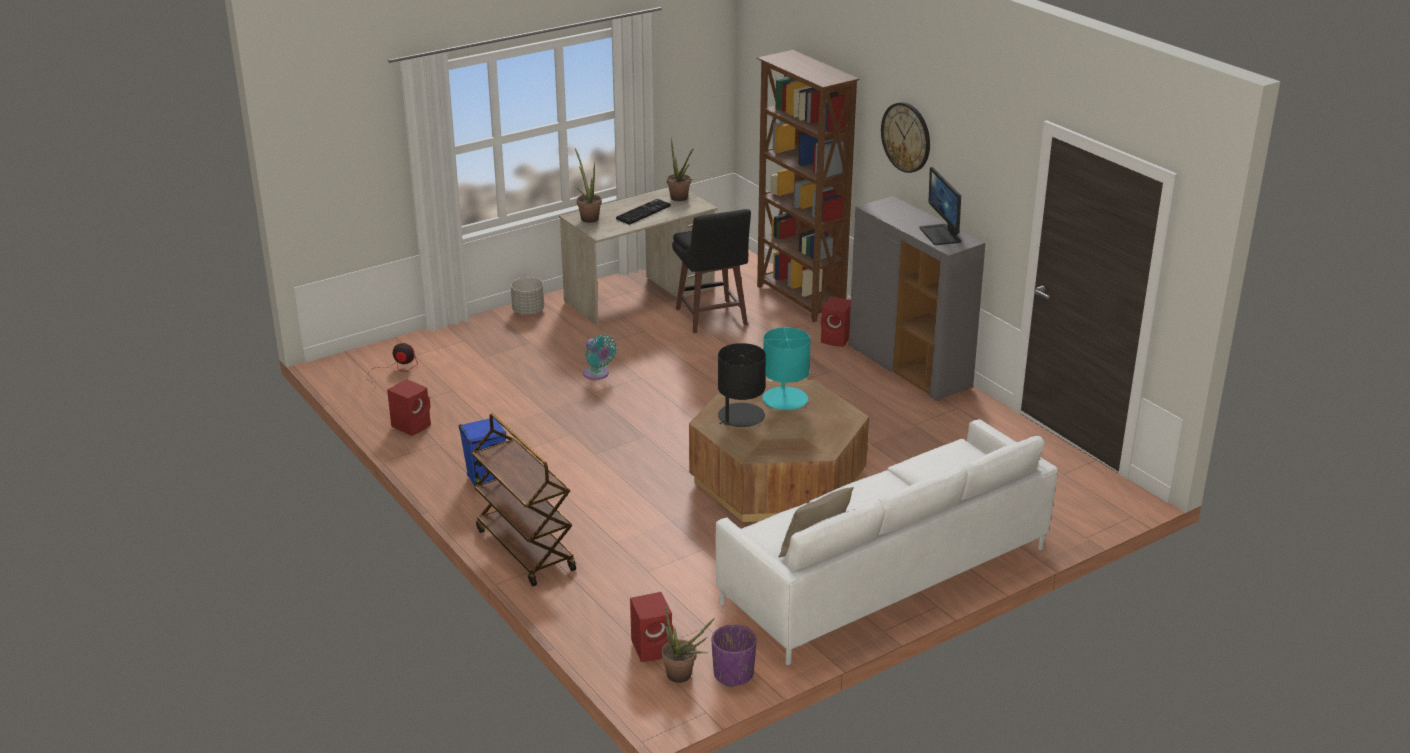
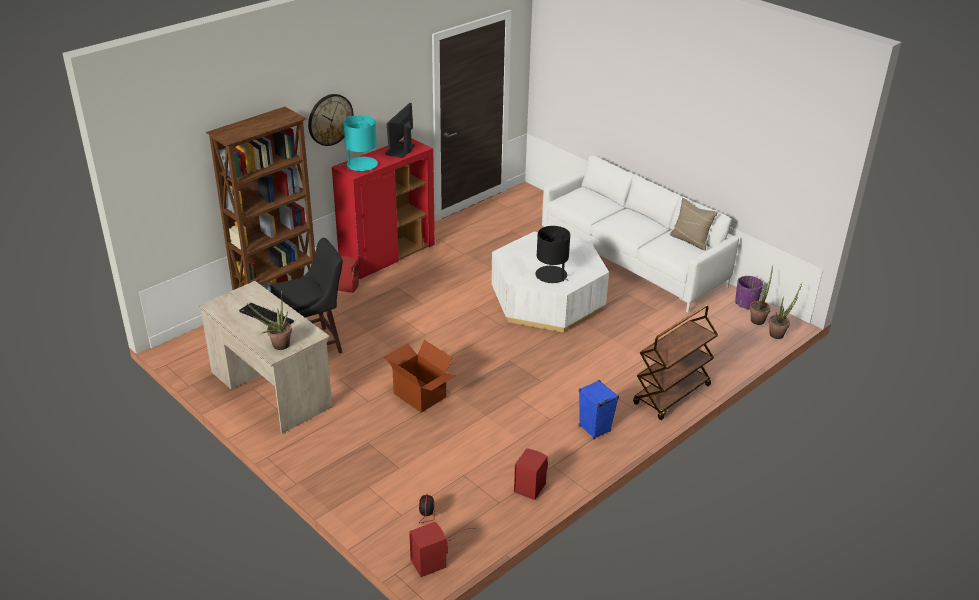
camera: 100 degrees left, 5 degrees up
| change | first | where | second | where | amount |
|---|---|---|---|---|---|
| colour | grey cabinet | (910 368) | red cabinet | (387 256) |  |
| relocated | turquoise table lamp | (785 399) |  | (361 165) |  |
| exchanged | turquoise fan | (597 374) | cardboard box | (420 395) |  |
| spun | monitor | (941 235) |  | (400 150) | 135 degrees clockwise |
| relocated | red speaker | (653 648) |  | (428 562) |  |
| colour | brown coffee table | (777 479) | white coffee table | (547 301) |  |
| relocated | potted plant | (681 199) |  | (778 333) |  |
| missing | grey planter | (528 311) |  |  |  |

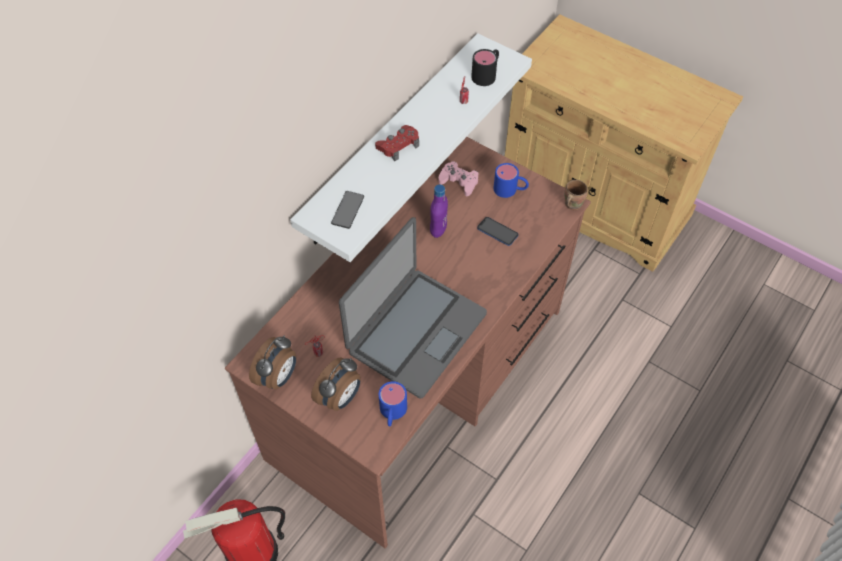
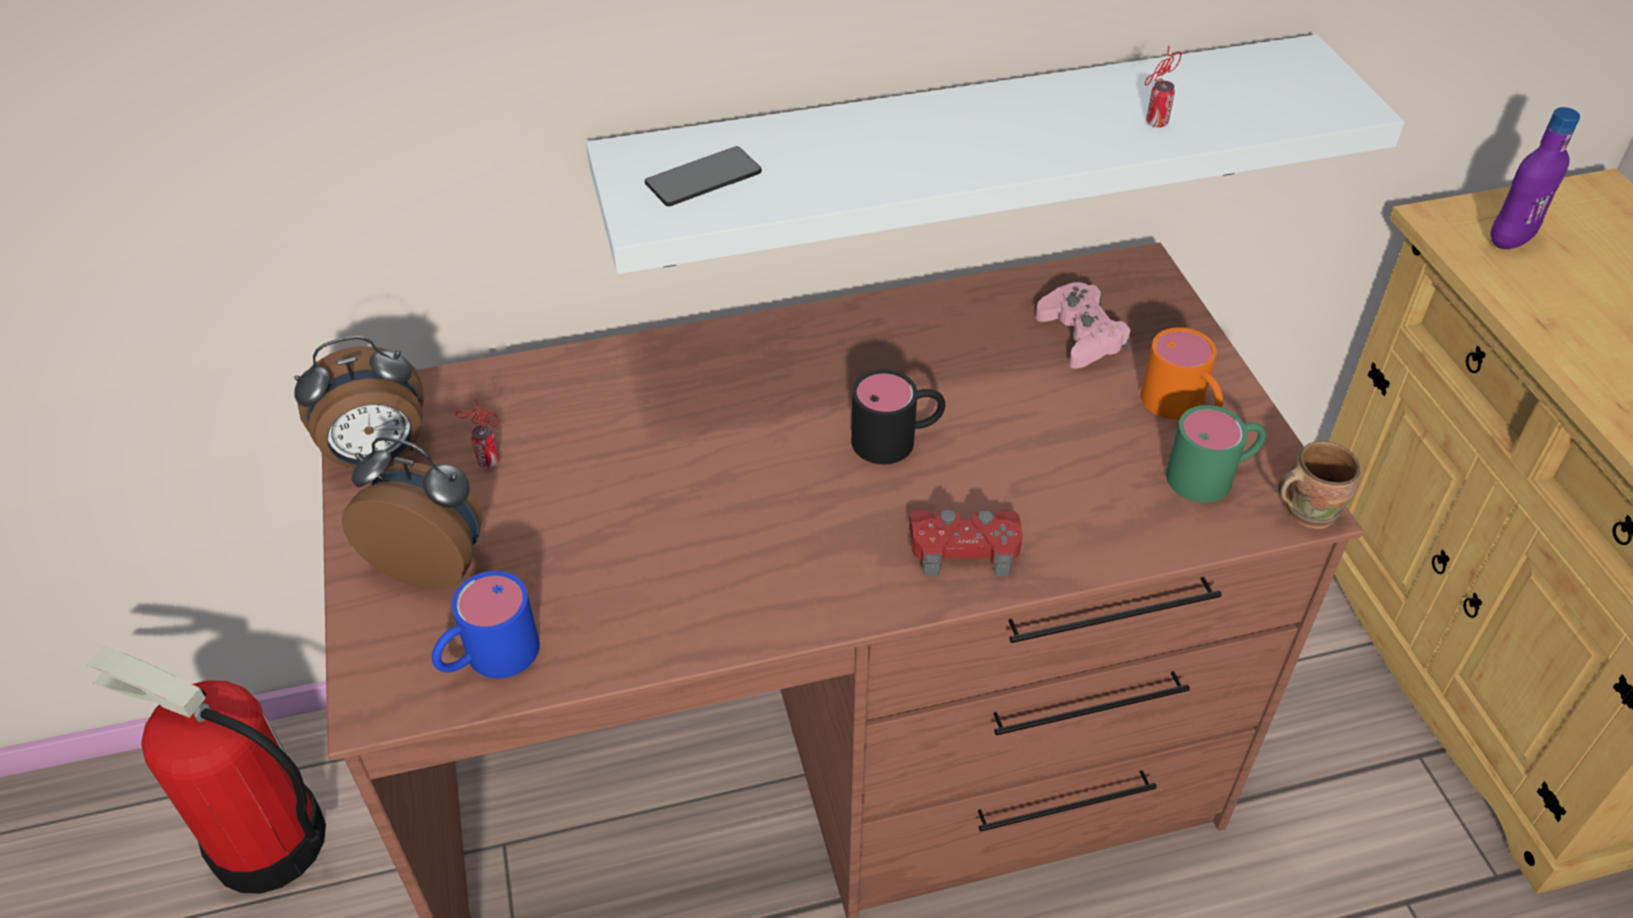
camera: 40 degrees right, 10 degrees down
| change | first | where | second | where | amount |
|---|---|---|---|---|---|
| spun | alarm clock | (340 398) |  | (433 562) | 150 degrees counterclockwise |
| relocated | black mug | (487 74) |  | (897 439) |  |
| relocated | red game controller | (398 146) |  | (964 548) |  |
| colour | blue mug | (510 190) | orange mug | (1181 407) |  |
| appeared |  |  | green mug | (1213 474) |  |
| relocated | purple bottle | (438 230) |  | (1510 240) |  |
| missing | laptop | (415 332) |  |  |  |
| missing | phone | (497 232) |  |  |  |

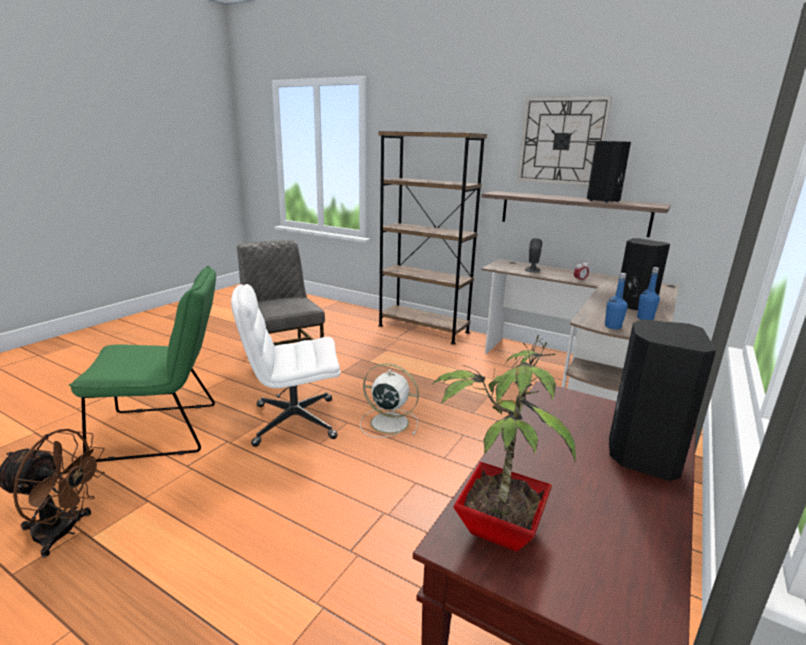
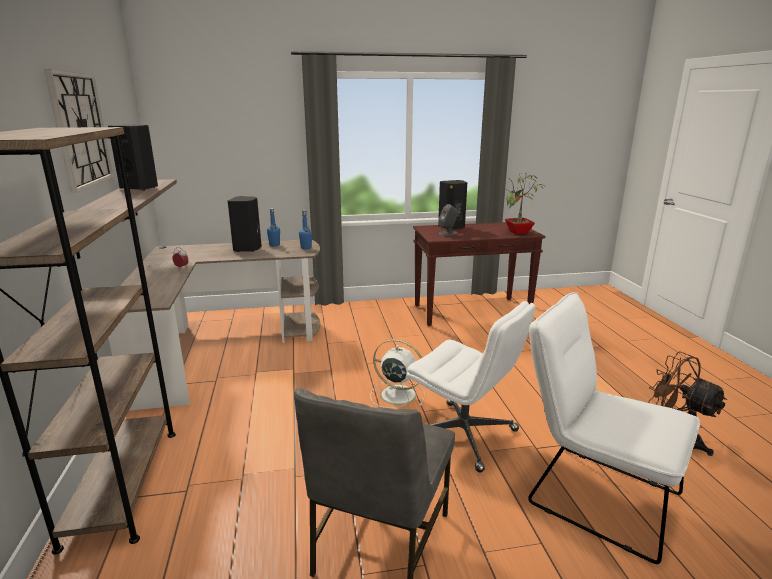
camera: 130 degrees left, 0 degrees up
| change | first | where | second | where | amount |
|---|---|---|---|---|---|
| spun | white fan | (388 422) |  | (396 394) | 135 degrees clockwise |
| relocated | grey speaker | (532 270) |  | (448 233) |  |
| colour | green chair | (166 431) | white chair | (593 494) |  |

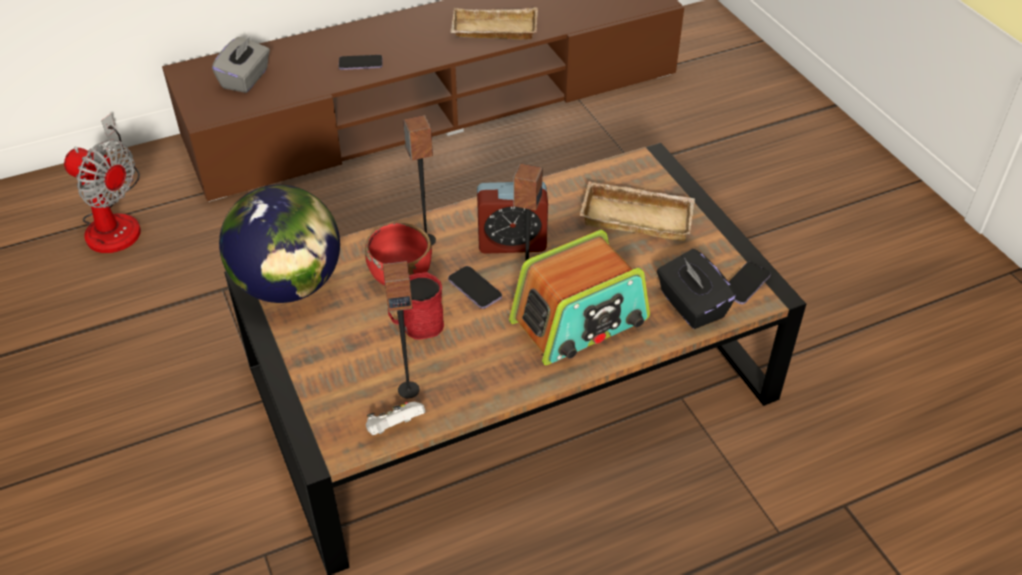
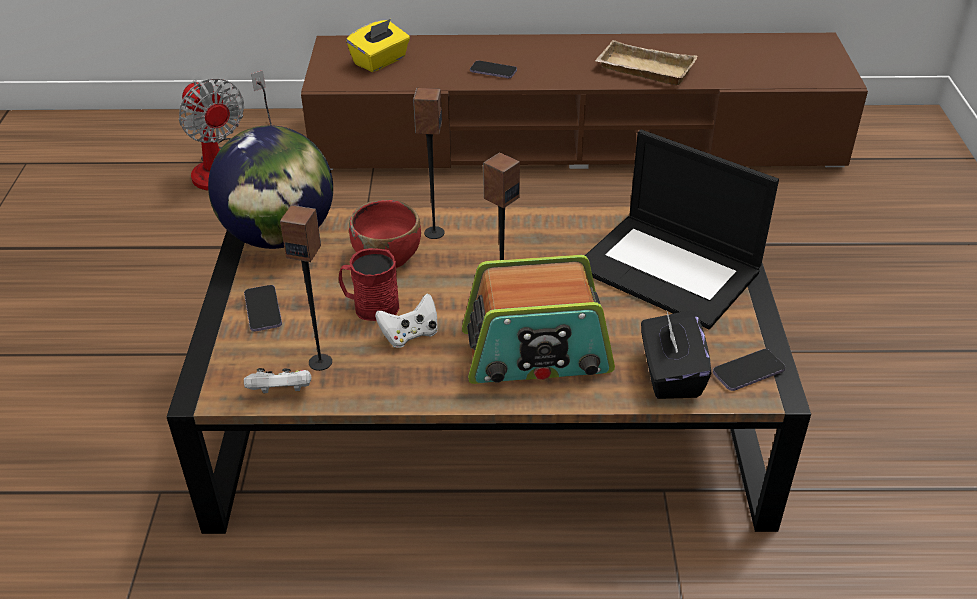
camera: 25 degrees right, 5 degrees down
| change | first | where | second | where | amount |
|---|---|---|---|---|---|
| relocated | phone | (475 289) |  | (263 310) |  |
| colour | grey tissue box | (246 79) | yellow tissue box | (380 61) |  |
| appeared |  |  | white game controller | (410 335) |  |
| exchanged | beige tray | (638 216) | laptop | (670 270) |  |
| missing | alarm clock | (512 242) |  |  |  |

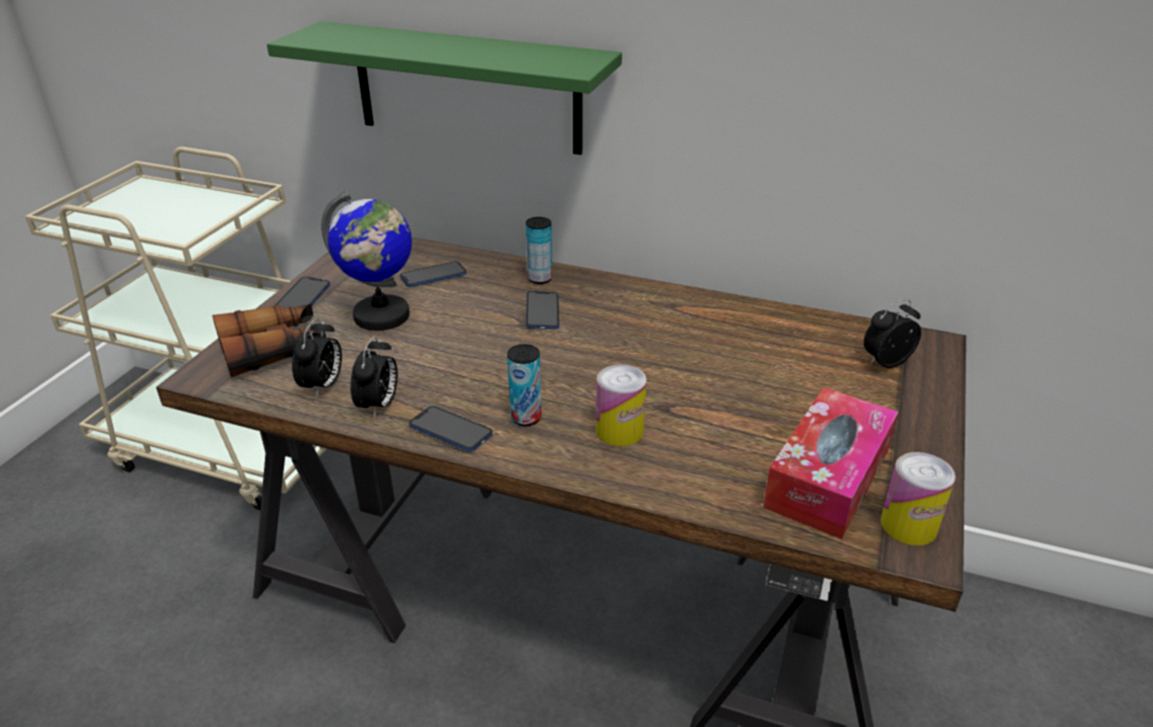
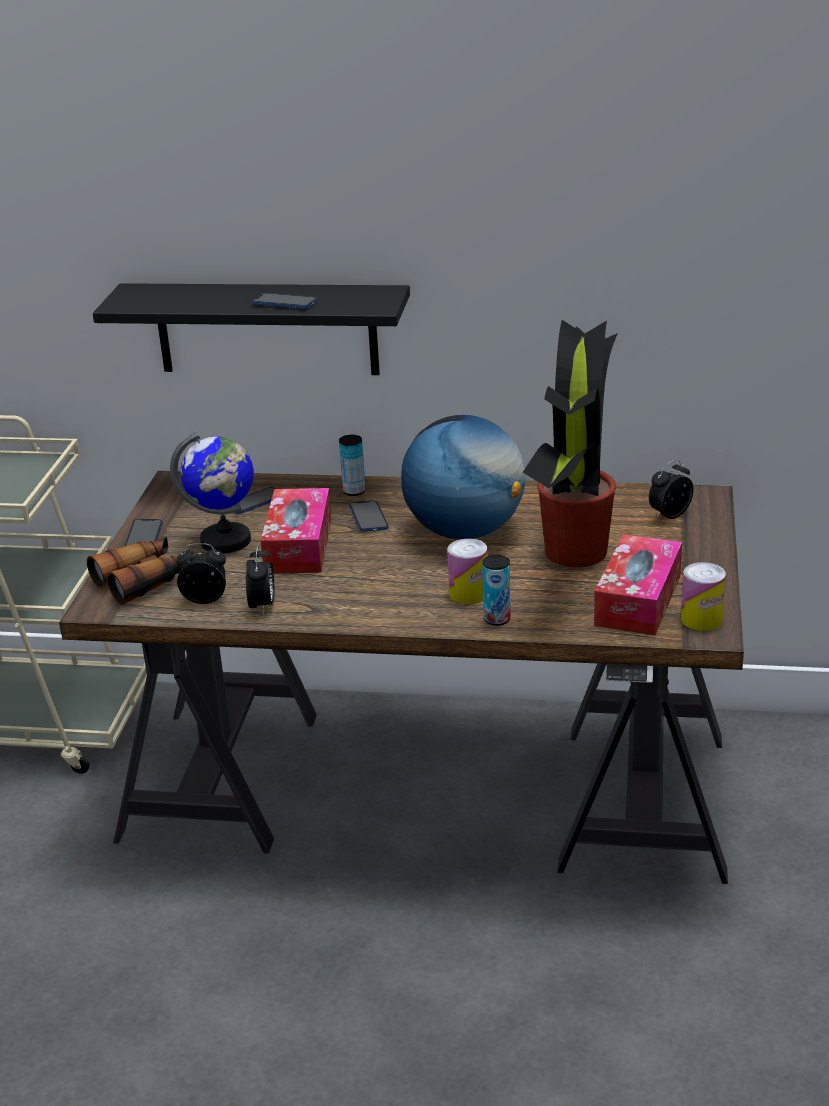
camera: 10 degrees left, 5 degrees down
| change | first | where | second | where | amount |
|---|---|---|---|---|---|
| colour | green shelf | (467 88) | black shelf | (266 328) |  |
| spun | alarm clock | (323 386) |  | (206 600) | 90 degrees counterclockwise |
| relocated | phone | (450 430) |  | (285 303) |  |
| appeared |  |  | tissue box | (298 545) |  |
| appeared |  |  | globe | (465 531) |  |
| relocated | can | (526 417) |  | (497 619) |  |
| appeared |  |  | potted plant | (575 553) |  |

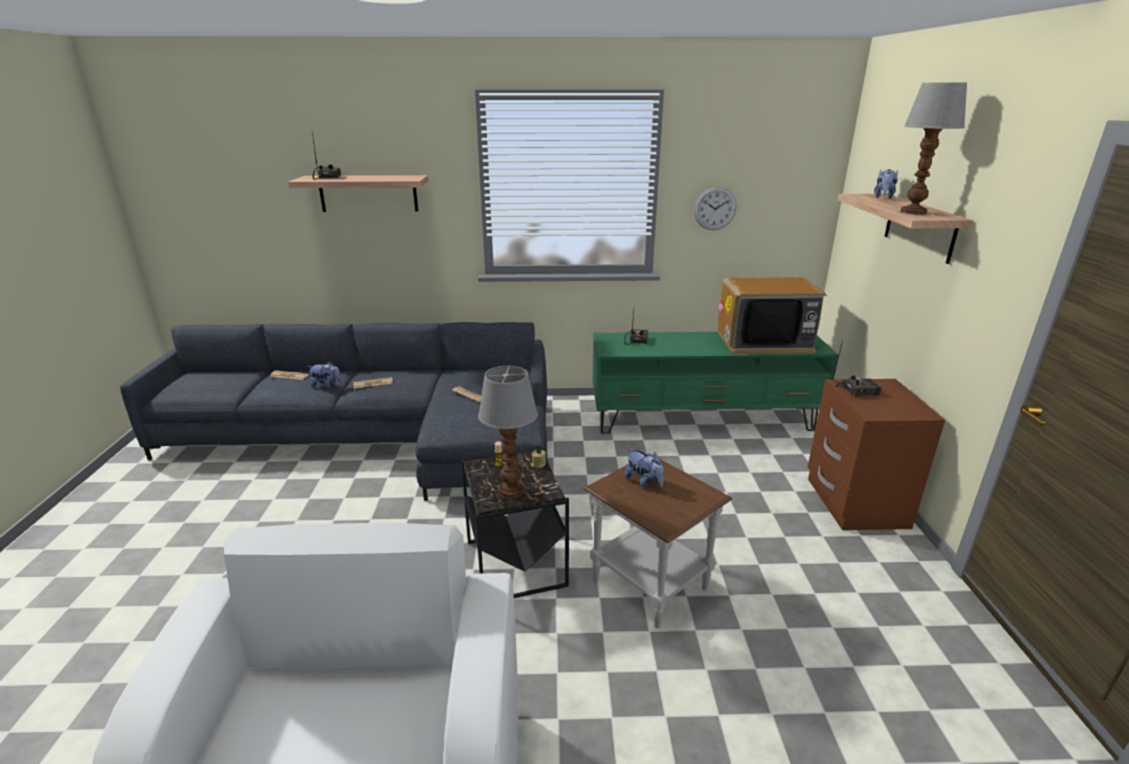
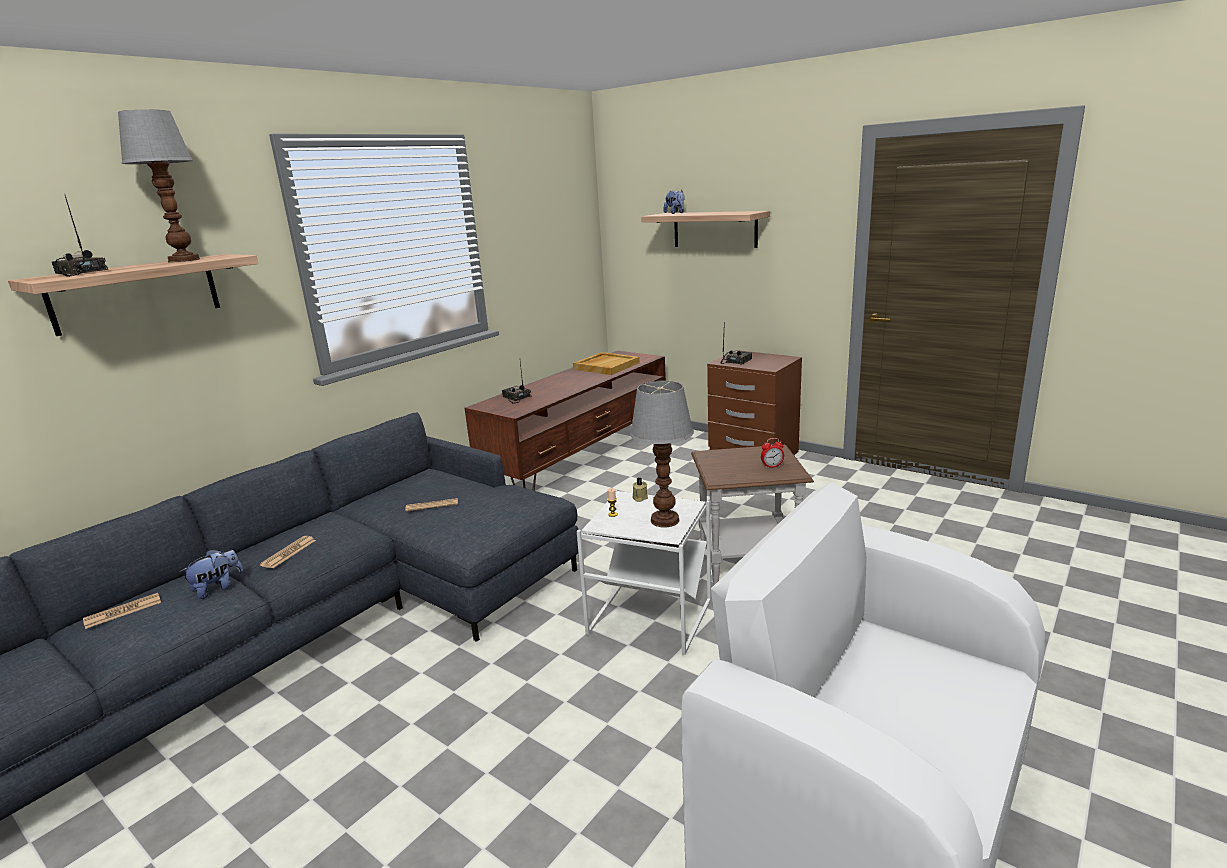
camera: 50 degrees left, 5 degrees down
| change | first | where | second | where | amount |
|---|---|---|---|---|---|
| relocated | table lamp | (913 212) |  | (184 260) |  |
| colour | green tv stand | (703 419) | brown tv stand | (581 459) |  |
| exchanged | television | (764 342) | beige tray | (606 366) |  |
| colour | black side table | (515 565) | white side table | (651 618) |  |
| appeared |  |  | alarm clock | (772 466) |  |
| missing | plush toy | (644 482) |  |  |  |
| missing | wall clock | (715 208) |  |  |  |

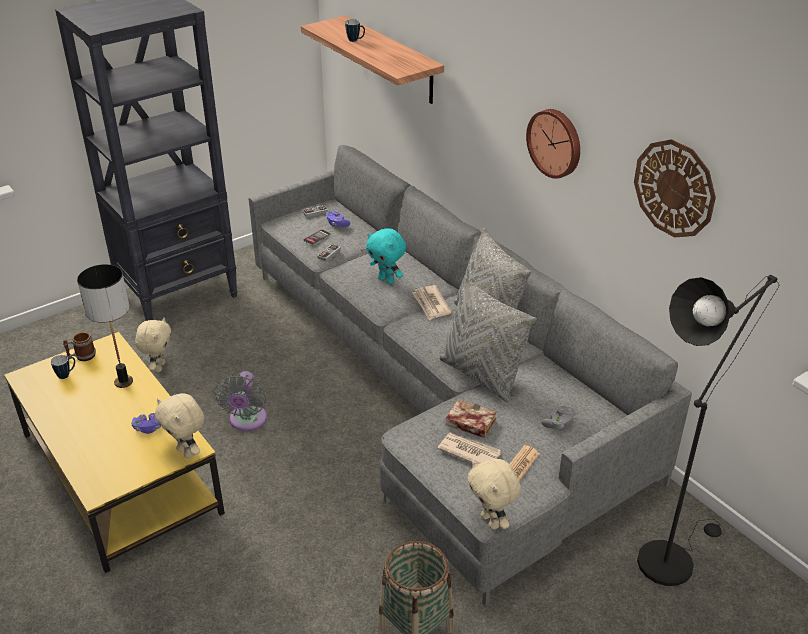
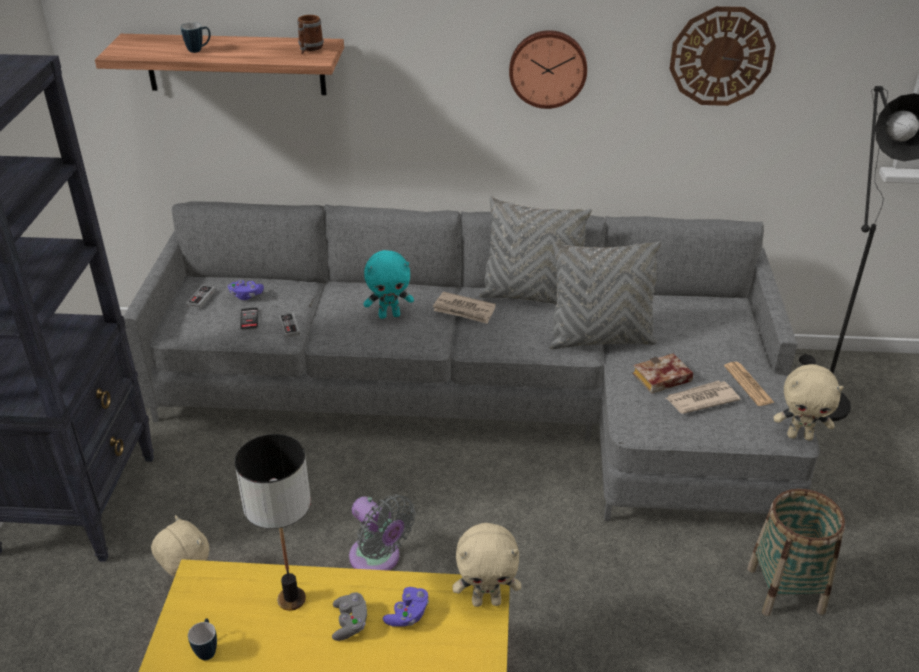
camera: 50 degrees left, 0 degrees up
| change | first | where | second | where | amount |
|---|---|---|---|---|---|
| relocated | mug | (81 356) |  | (309 49) |  |
| relocated | grey game controller | (559 424) |  | (350 623) |  |

